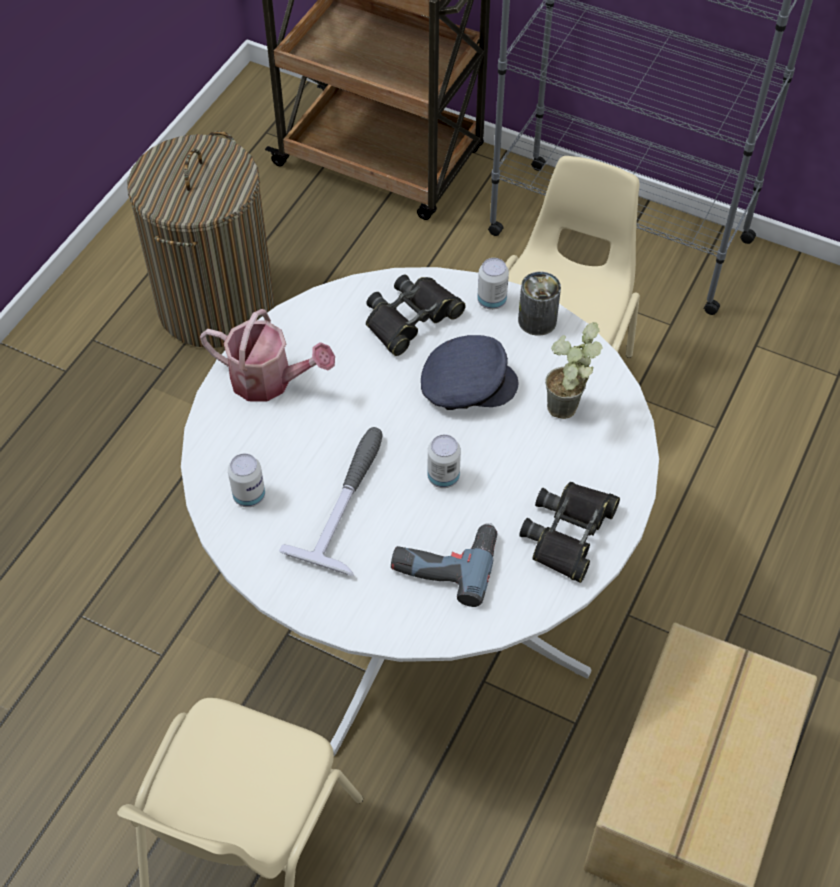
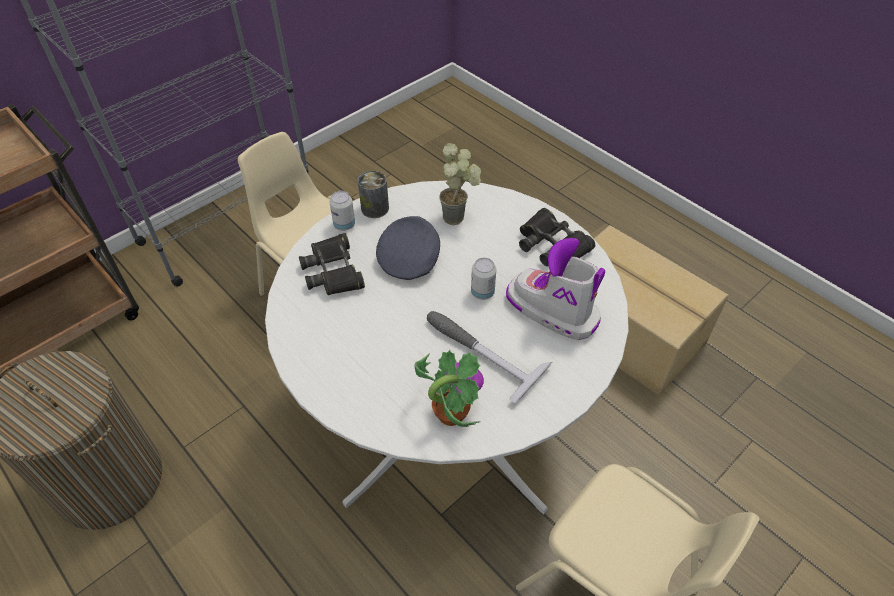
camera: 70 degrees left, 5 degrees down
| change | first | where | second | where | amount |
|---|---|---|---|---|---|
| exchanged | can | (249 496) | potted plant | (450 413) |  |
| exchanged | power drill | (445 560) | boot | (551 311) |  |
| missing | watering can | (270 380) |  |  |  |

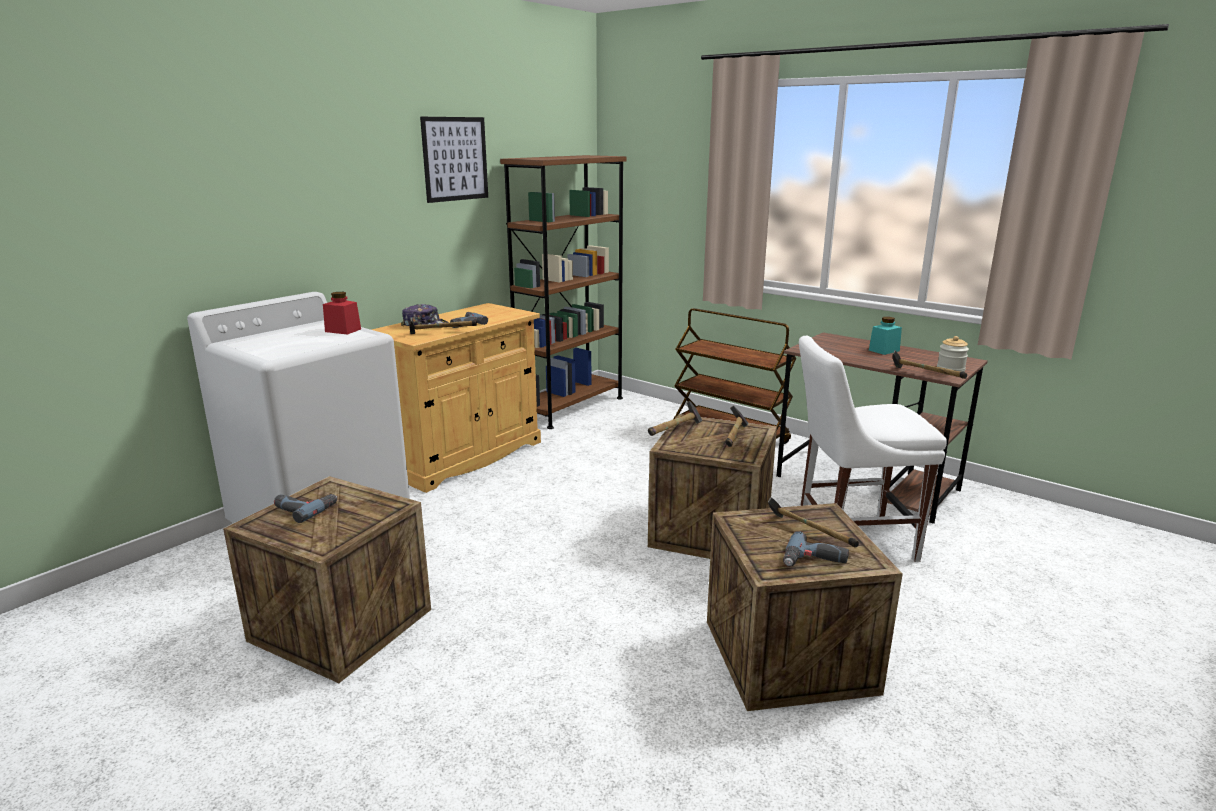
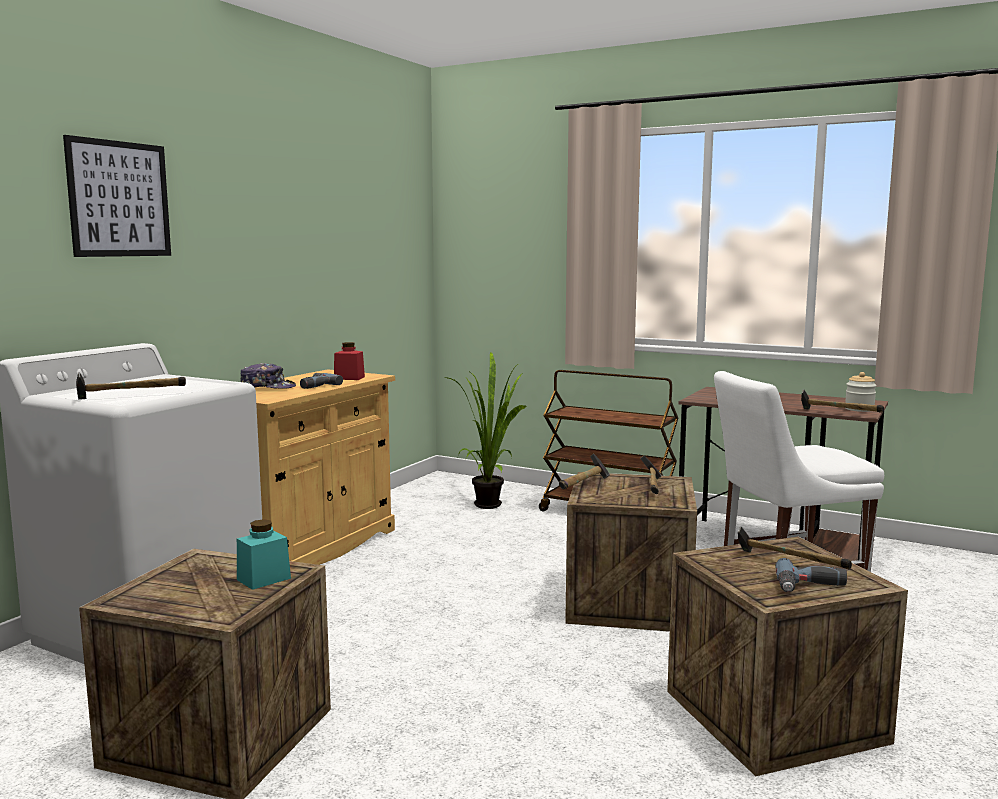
camera: 10 degrees left, 10 degrees down
| change | first | where | second | where | amount |
|---|---|---|---|---|---|
| relocated | picture | (455 159) |  | (119 199) |  |
| relocated | hammer | (441 333) |  | (129 397) |  |
| relocated | turquoise jar | (884 350) |  | (263 579) |  |
| relocated | red jar | (343 330) |  | (349 378) |  |
| appeared |  |  | potted plant | (491 503) |  |
| missing | power drill | (305 508) |  |  |  |
| missing | brown bookcase | (570 407) |  |  |  |

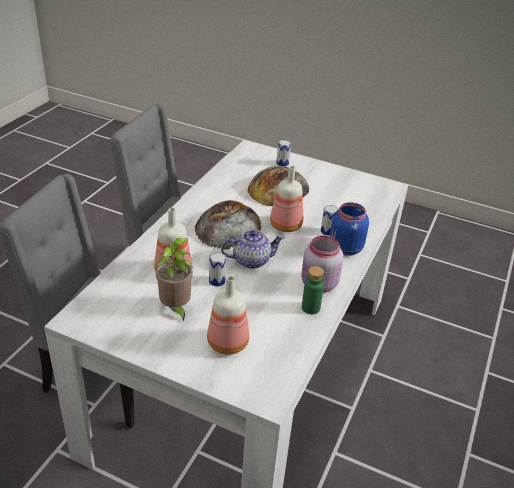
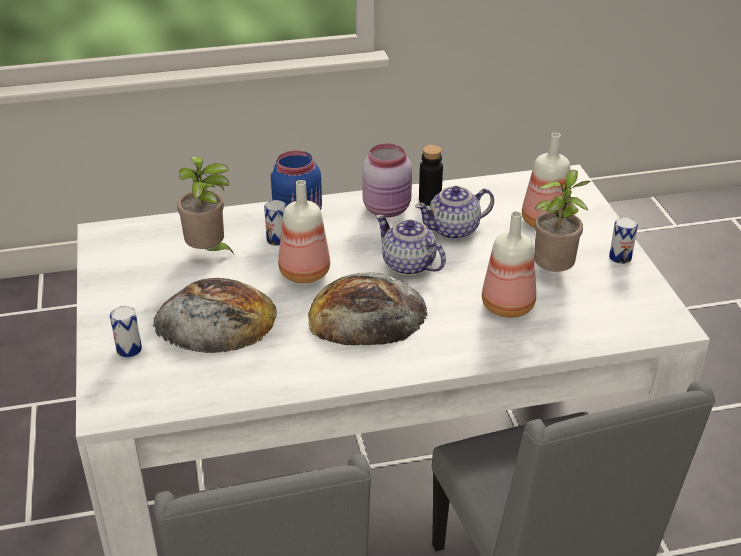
camera: 125 degrees left, 0 degrees up
| change | first | where | second | where | amount |
|---|---|---|---|---|---|
| appeared |  |  | potted plant | (208 252) |  |
| appeared |  |  | teapot | (454 230) |  |
| colour | green bottle | (310 308) | black bottle | (430 200) |  |
| relocated | can | (217 281) |  | (620 257) |  |

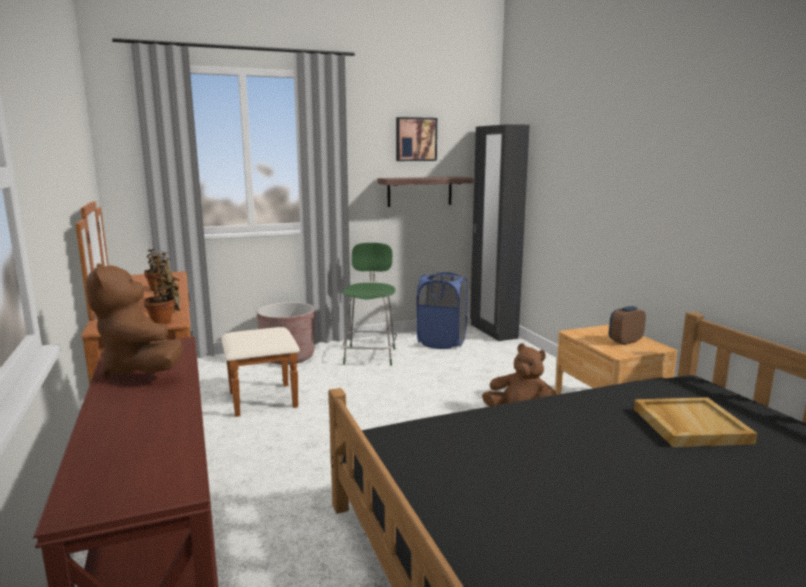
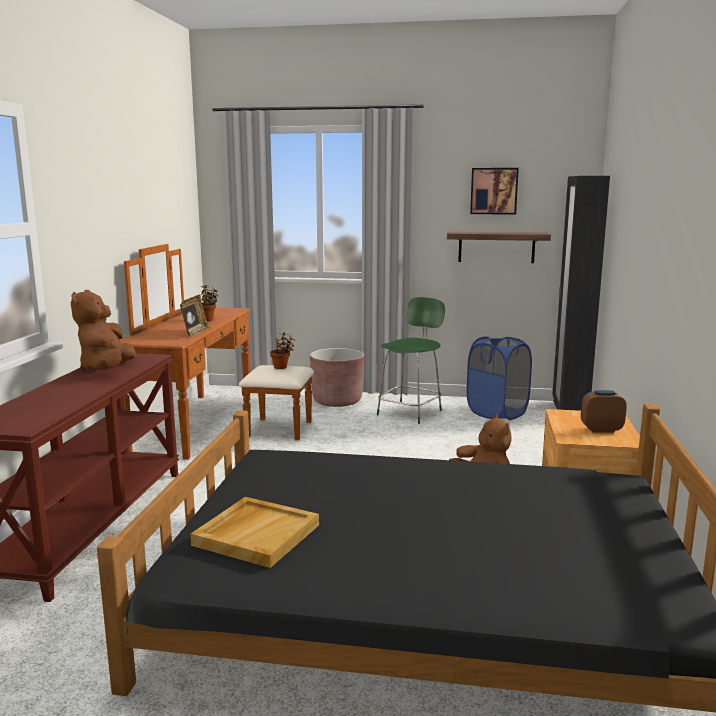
camera: 30 degrees right, 0 degrees up
| change | first | where | second | where | amount |
|---|---|---|---|---|---|
| relocated | beige tray | (689 425) |  | (256 534) |  |
| relocated | potted plant | (163 321) |  | (282 367) |  |

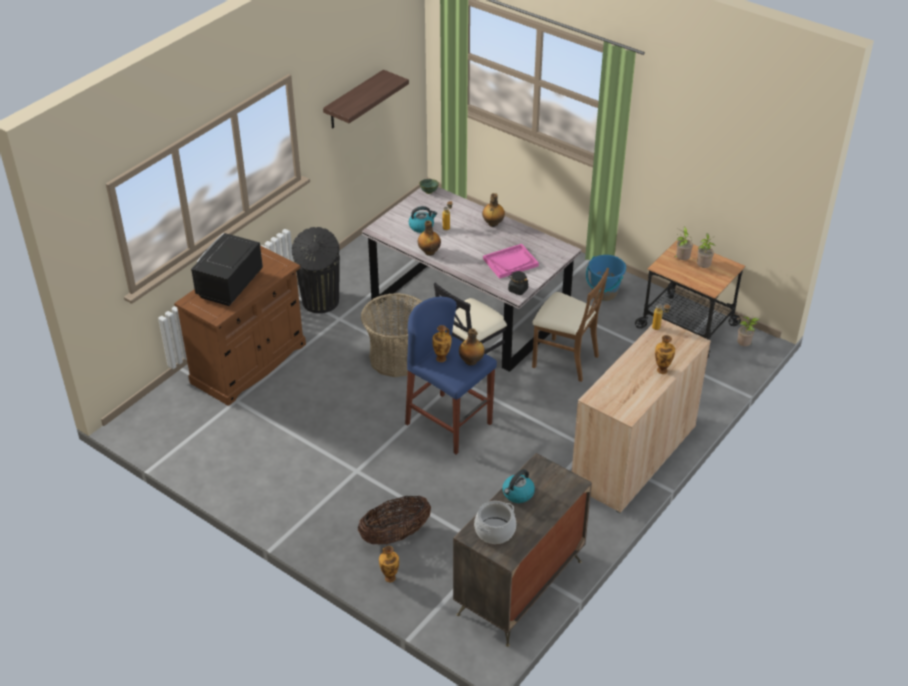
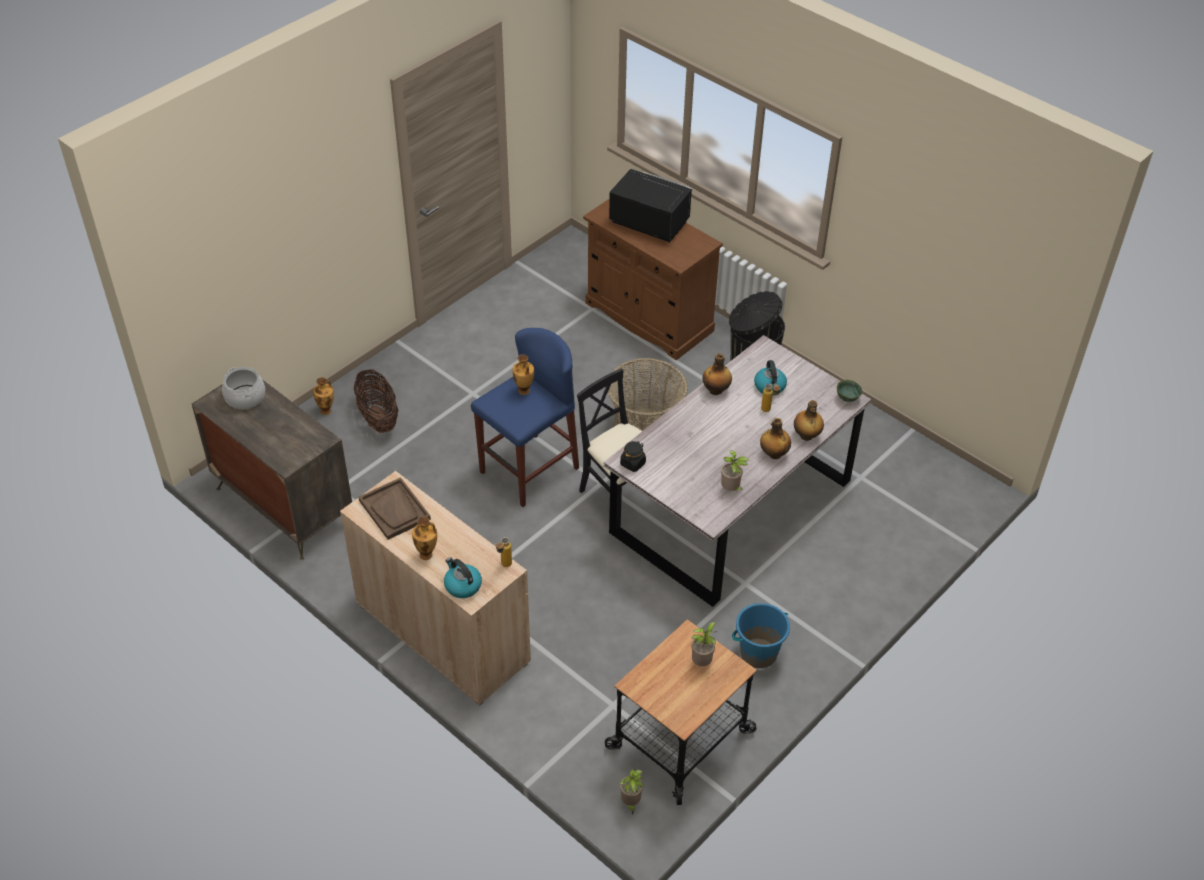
camera: 95 degrees right, 5 degrees up
| change | first | where | second | where | amount |
|---|---|---|---|---|---|
| appeared |  |  | brown tray | (394 510) |  |
| relocated | kettle | (518 494) |  | (462 585) |  |
| relocated | potted plant | (703 267) |  | (731 489) |  |
| relocated | bottle | (471 361) |  | (806 436) |  |
| missing | shelf | (354 100) |  |  |  |
| missing | pink tray | (510 262) |  |  |  |
| missing | brown chair | (565 360) |  |  |  |

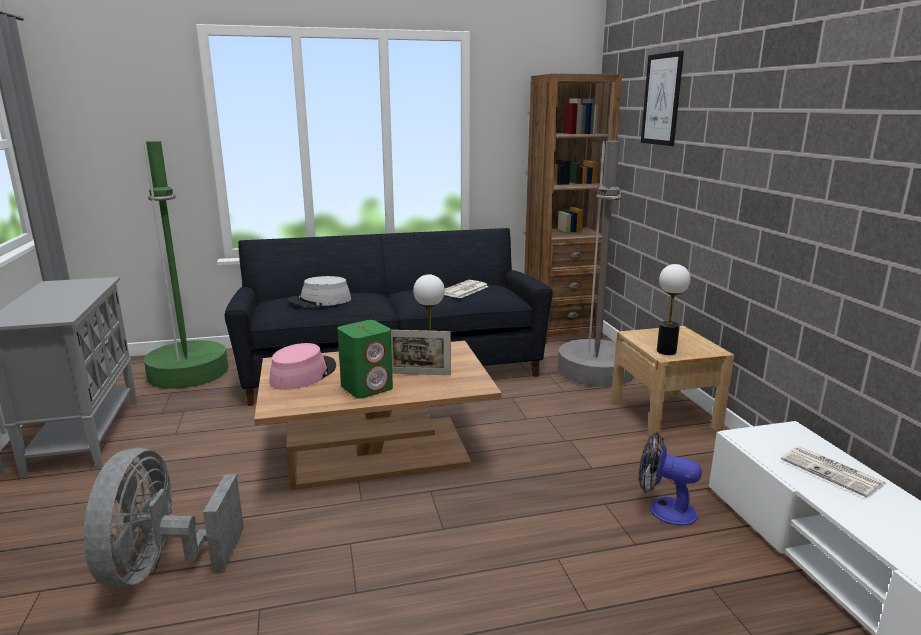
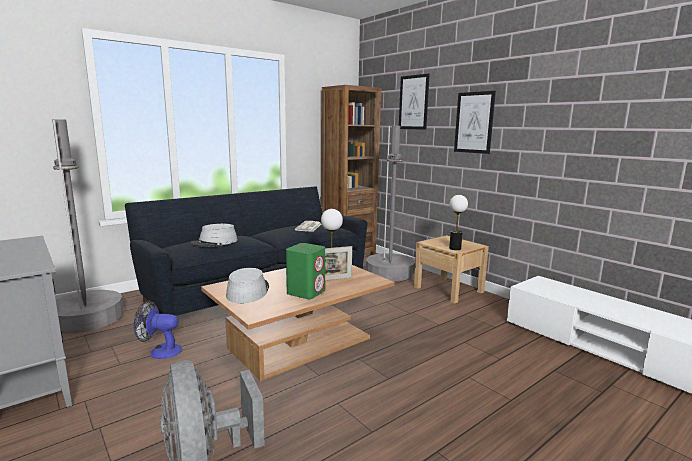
camera: 25 degrees left, 5 degrees down
| change | first | where | second | where | amount |
|---|---|---|---|---|---|
| colour | green floor lamp | (188 373) | grey floor lamp | (87 318) |  |
| relocated | fan | (664 509) |  | (160 351) |  |
| colour | pink hat | (303 374) | grey hat | (248 291) |  |
| appeared |  |  | picture | (474 122) |  |
| missing | newspaper | (833 472) |  |  |  |

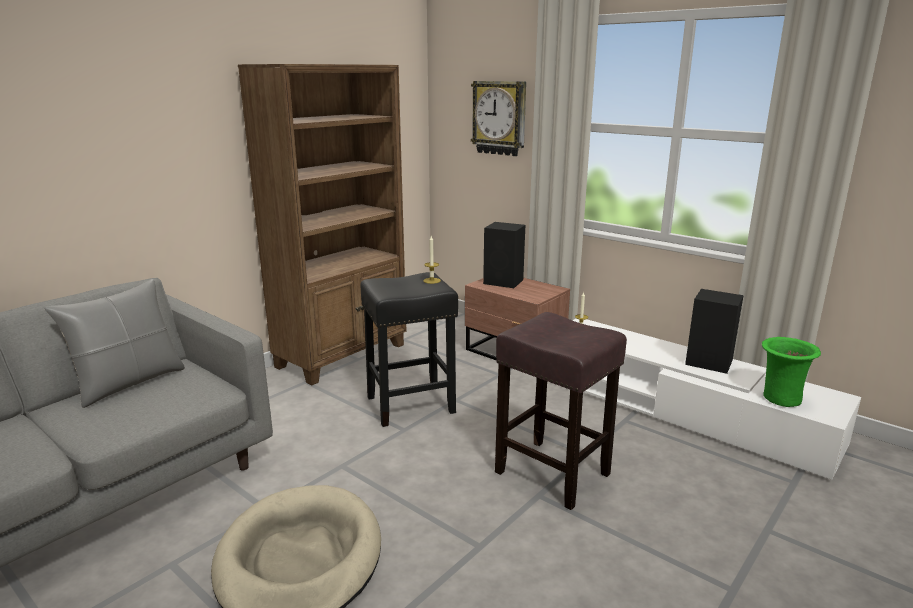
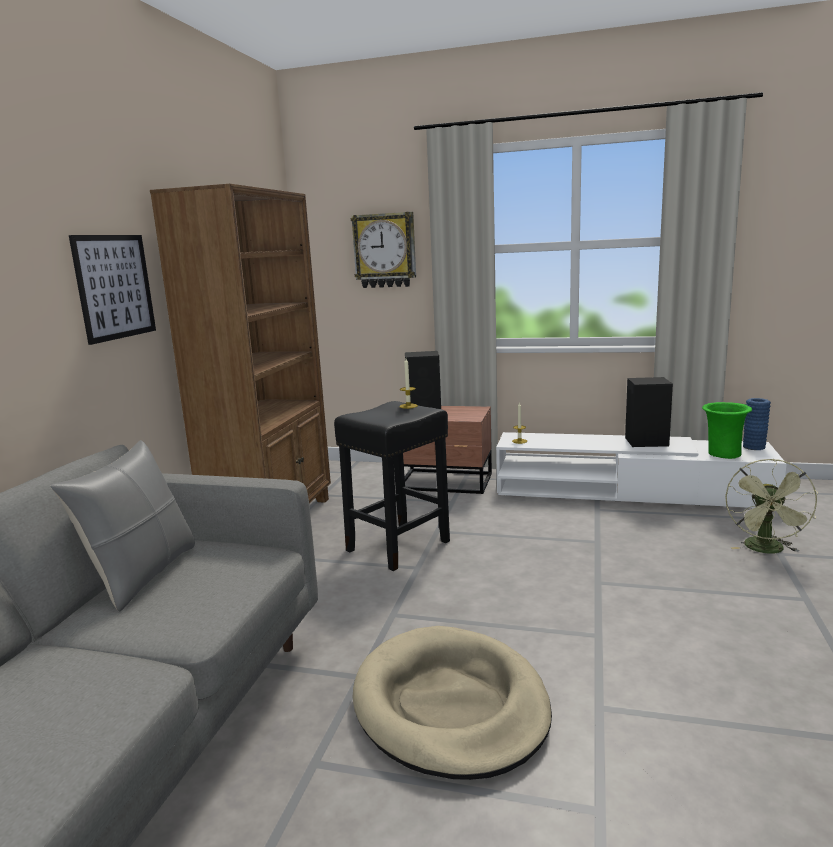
camera: 25 degrees left, 5 degrees down
| change | first | where | second | where | amount |
|---|---|---|---|---|---|
| appeared |  |  | picture | (115 287) |  |
| appeared |  |  | green fan | (766 550) |  |
| appeared |  |  | blue vase | (754 447) |  |
| missing | brown stool | (554 473) |  |  |  |

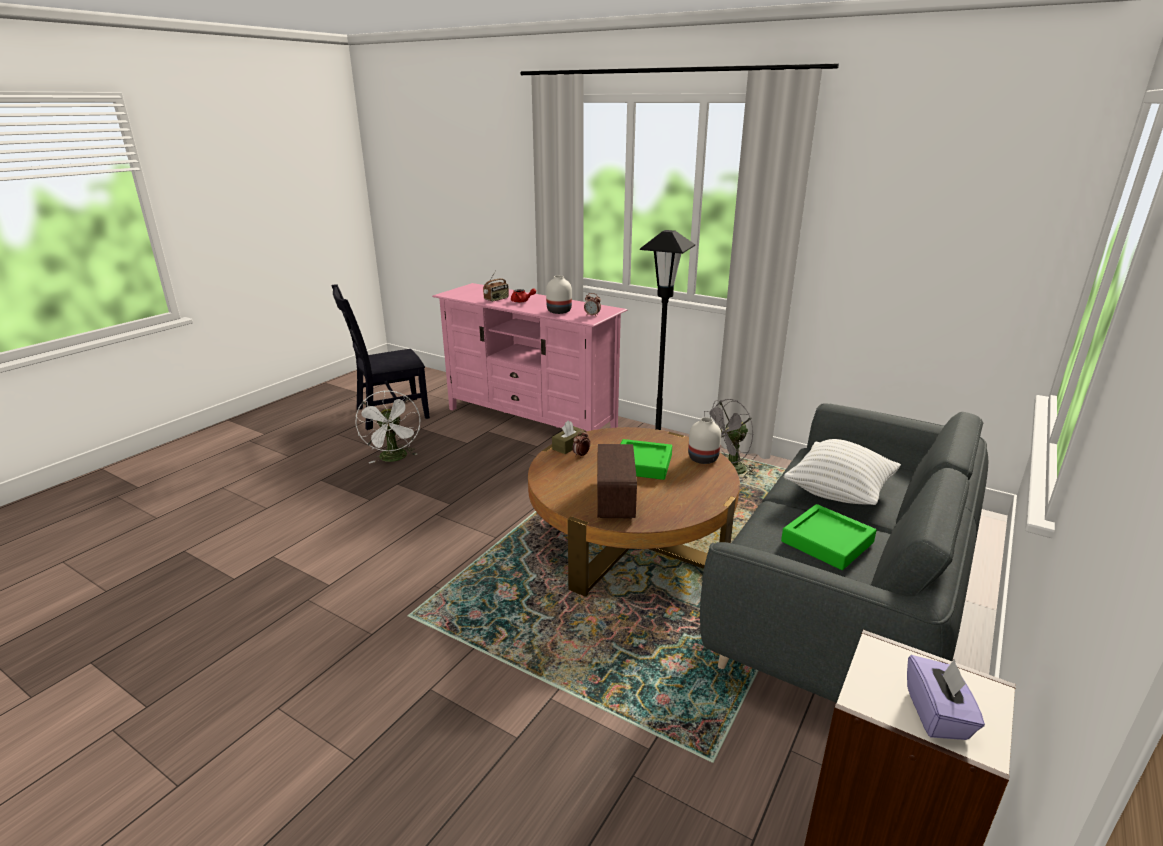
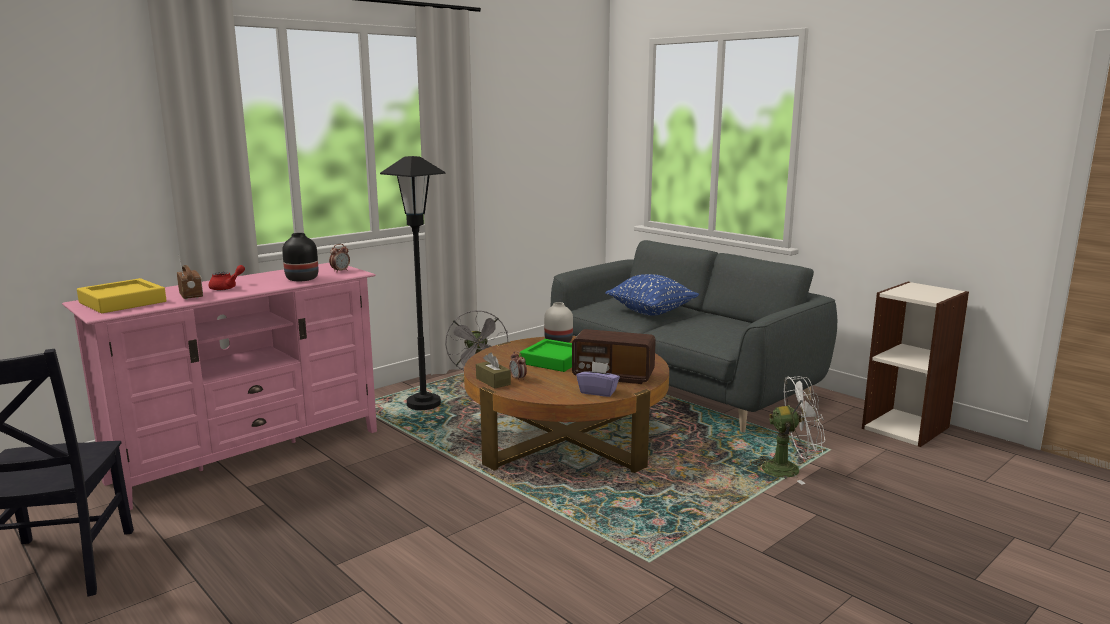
camera: 75 degrees left, 10 degrees down
| change | first | where | second | where | amount |
|---|---|---|---|---|---|
| appeared |  |  | yellow tray | (122 302) |  |
| colour | white vase | (559 311) | black vase | (302 278) |  |
| relocated | purple tissue box | (937 714) |  | (598 392) |  |
| colour | white pillow | (838 493) | blue pillow | (651 312) |  |
| relocated | white fan | (394 459) |  | (788 469) |  |
| missing | green tray | (827 542) |  |  |  |

